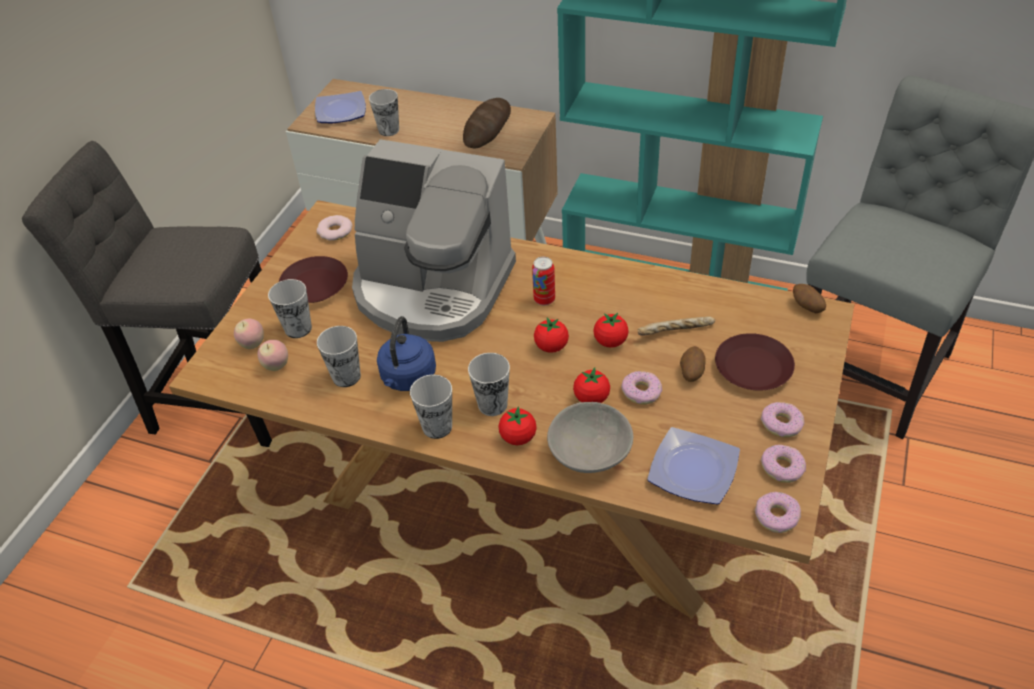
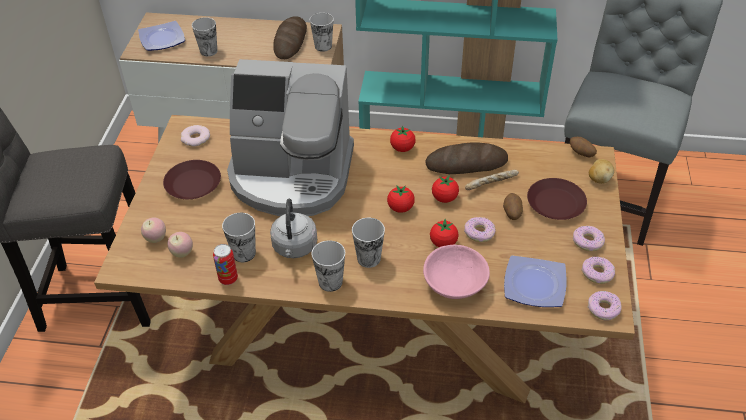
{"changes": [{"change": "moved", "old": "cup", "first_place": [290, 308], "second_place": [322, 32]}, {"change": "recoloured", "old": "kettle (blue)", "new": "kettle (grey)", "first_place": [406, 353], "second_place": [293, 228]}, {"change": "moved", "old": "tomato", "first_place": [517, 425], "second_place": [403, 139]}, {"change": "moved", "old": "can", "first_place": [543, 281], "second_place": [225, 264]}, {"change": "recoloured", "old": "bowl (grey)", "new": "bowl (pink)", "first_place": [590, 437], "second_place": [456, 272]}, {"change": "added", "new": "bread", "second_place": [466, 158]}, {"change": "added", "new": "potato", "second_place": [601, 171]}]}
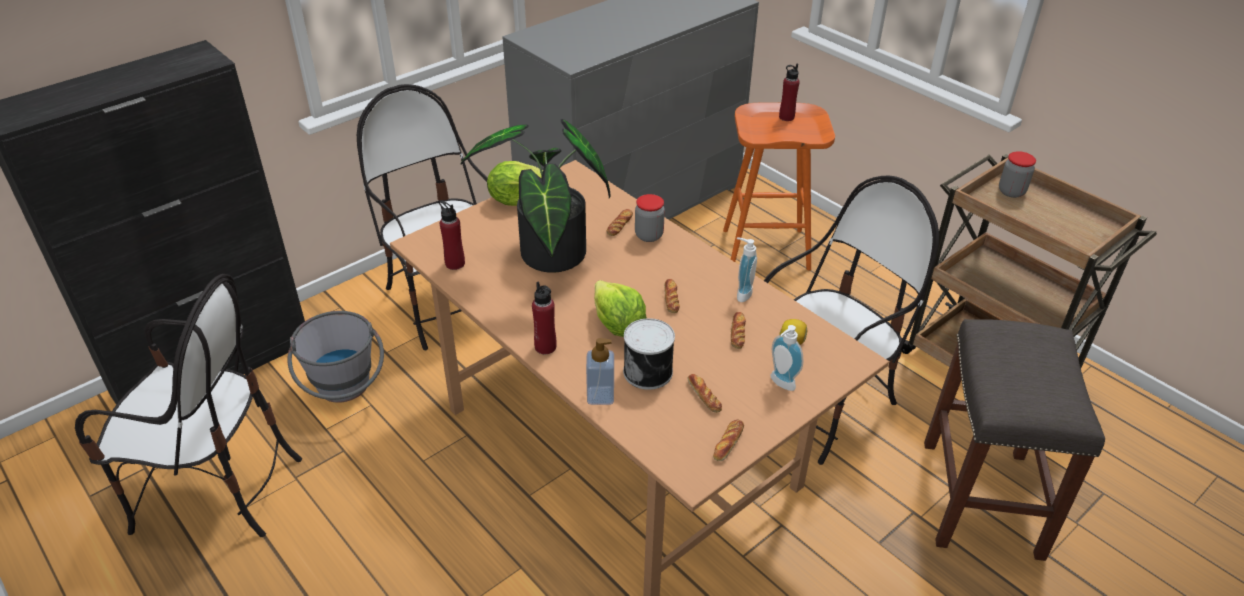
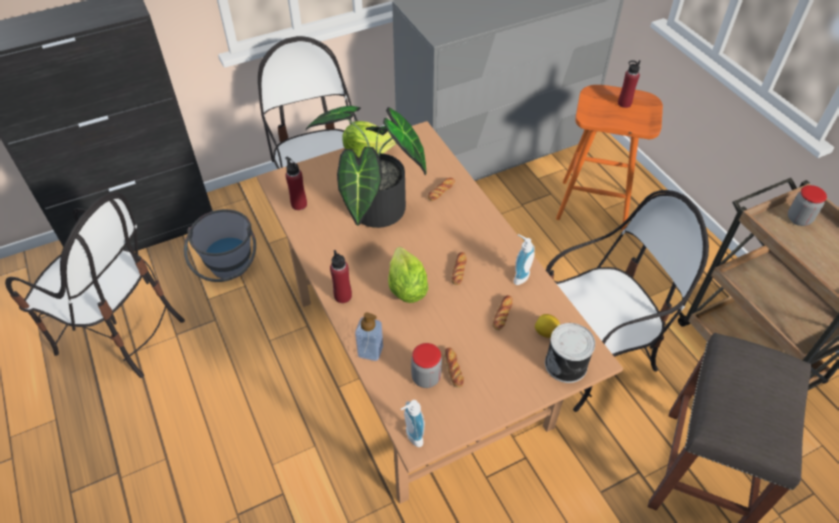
{"changes": [{"change": "moved", "old": "can", "first_place": [649, 354], "second_place": [570, 353]}, {"change": "moved", "old": "jar", "first_place": [650, 218], "second_place": [426, 365]}, {"change": "removed", "old": "bread", "first_place": [728, 440]}, {"change": "moved", "old": "soap dispenser", "first_place": [786, 358], "second_place": [413, 423]}]}
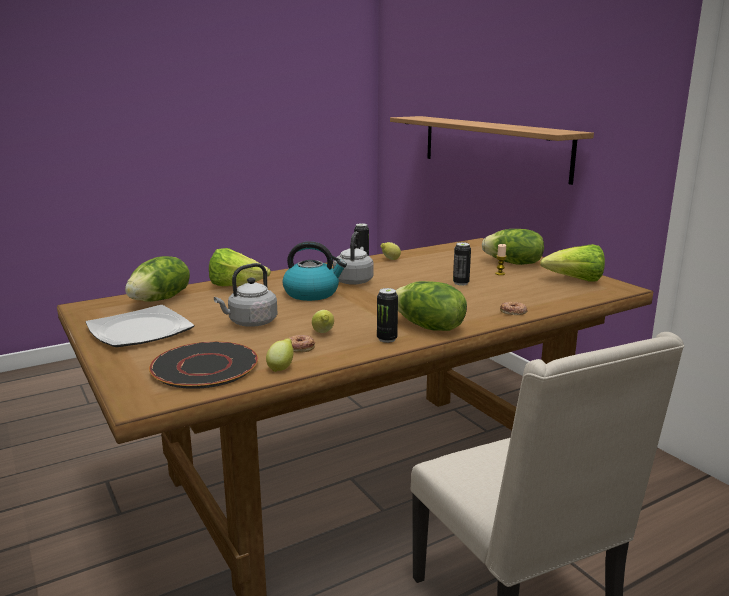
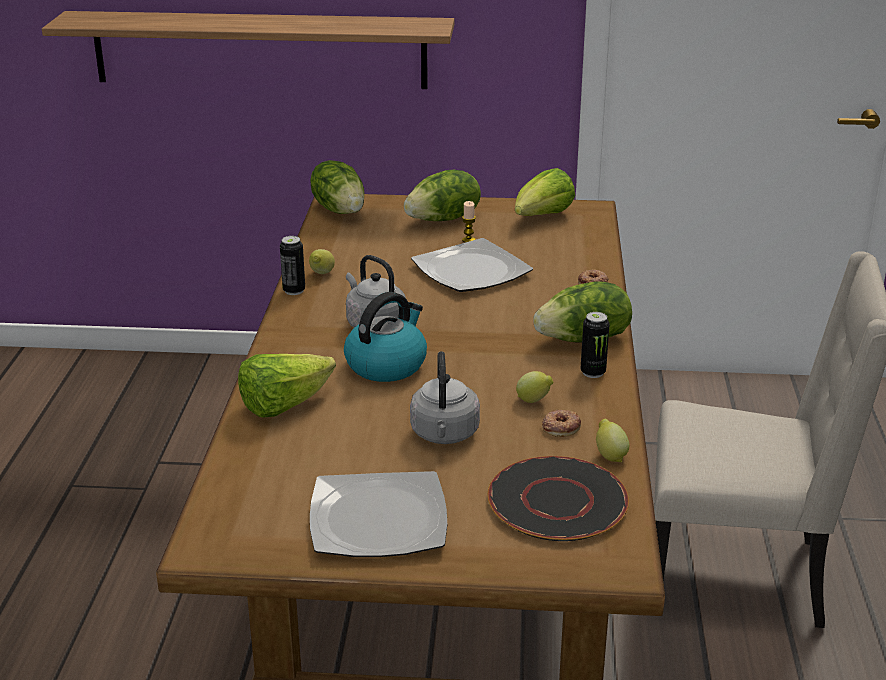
{"changes": [{"change": "moved", "old": "lettuce", "first_place": [157, 279], "second_place": [337, 187]}, {"change": "replaced", "old": "can", "new": "plate", "first_place": [462, 263], "second_place": [472, 265]}]}
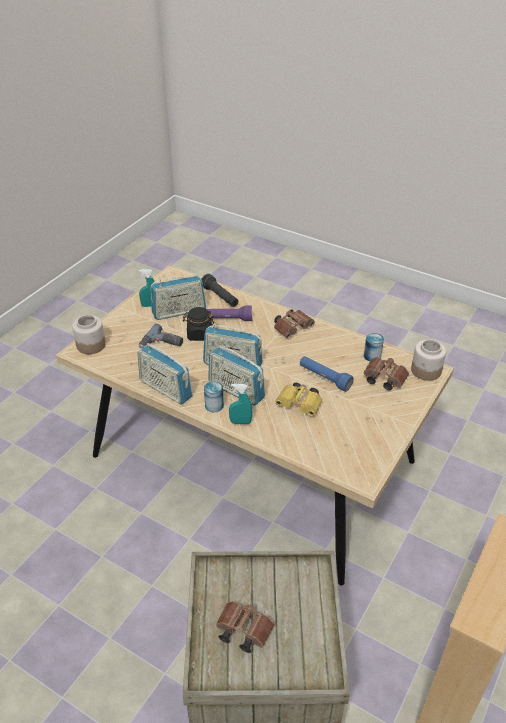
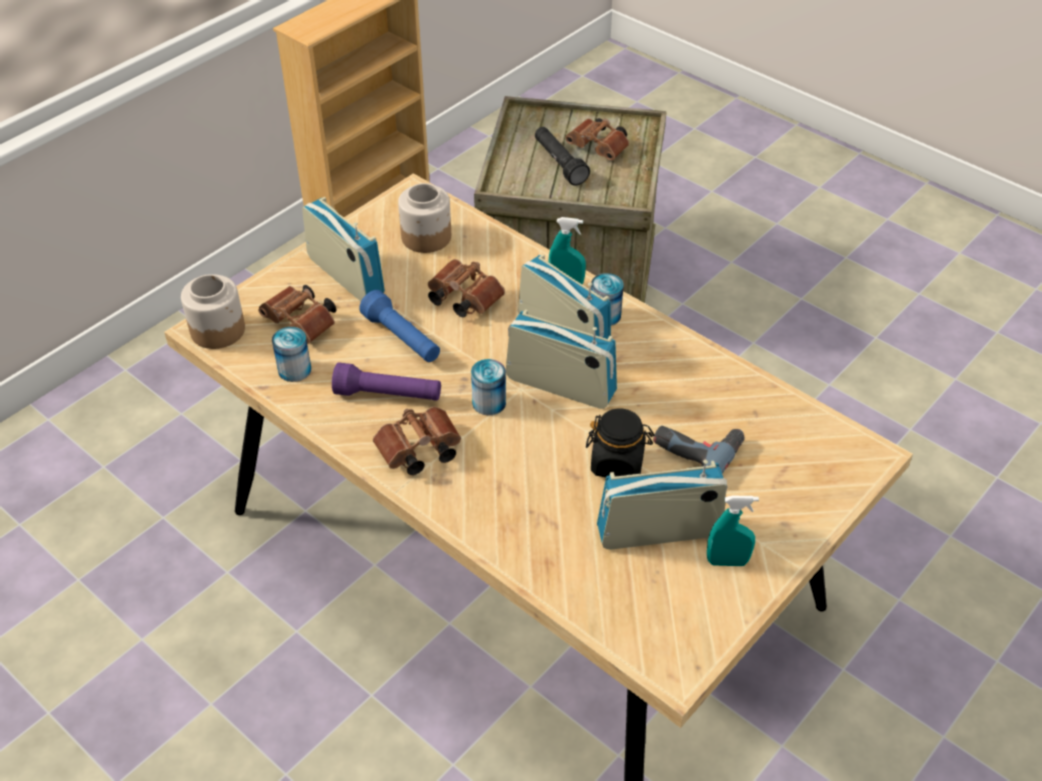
{"changes": [{"change": "moved", "old": "jar", "first_place": [89, 334], "second_place": [424, 218]}, {"change": "moved", "old": "radio", "first_place": [165, 374], "second_place": [343, 249]}, {"change": "moved", "old": "flashlight (black)", "first_place": [220, 290], "second_place": [562, 156]}, {"change": "moved", "old": "flashlight (purple)", "first_place": [229, 313], "second_place": [386, 381]}, {"change": "recoloured", "old": "binoculars (yellow)", "new": "binoculars (brown)", "first_place": [298, 399], "second_place": [466, 288]}, {"change": "added", "new": "can", "second_place": [488, 387]}]}
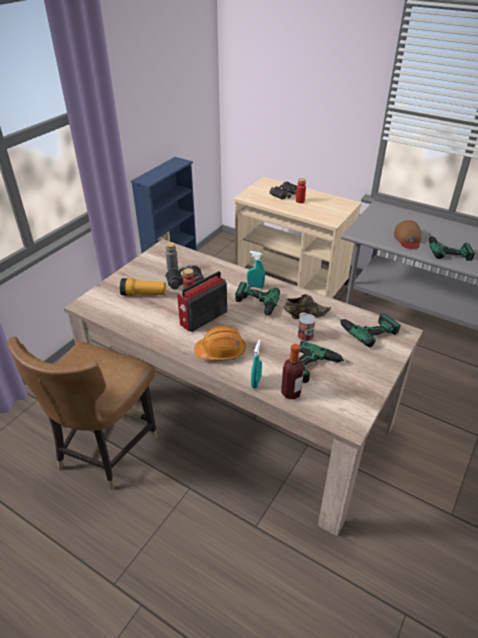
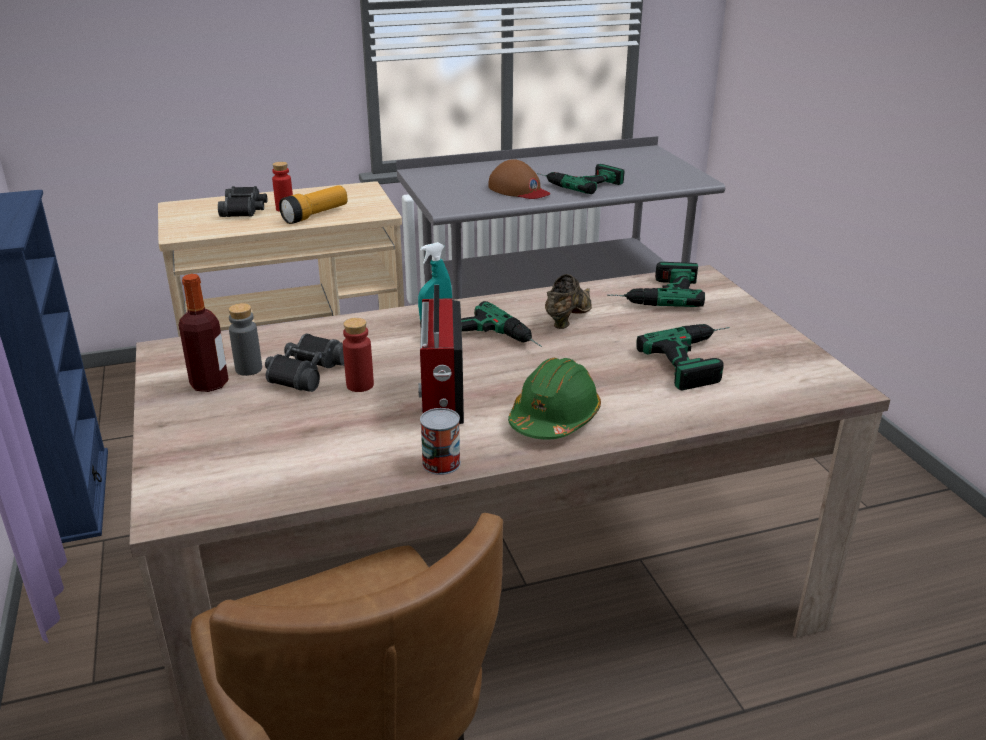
{"changes": [{"change": "moved", "old": "flashlight", "first_place": [143, 287], "second_place": [313, 204]}, {"change": "recoloured", "old": "hard hat (orange)", "new": "hard hat (green)", "first_place": [220, 343], "second_place": [554, 399]}, {"change": "removed", "old": "spray bottle (turquoise)", "first_place": [256, 364]}, {"change": "moved", "old": "bottle", "first_place": [292, 372], "second_place": [204, 333]}, {"change": "moved", "old": "can", "first_place": [307, 327], "second_place": [440, 441]}]}
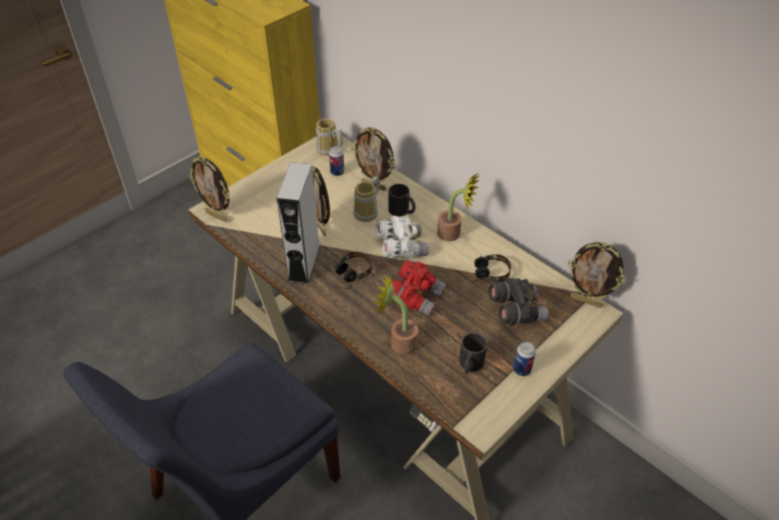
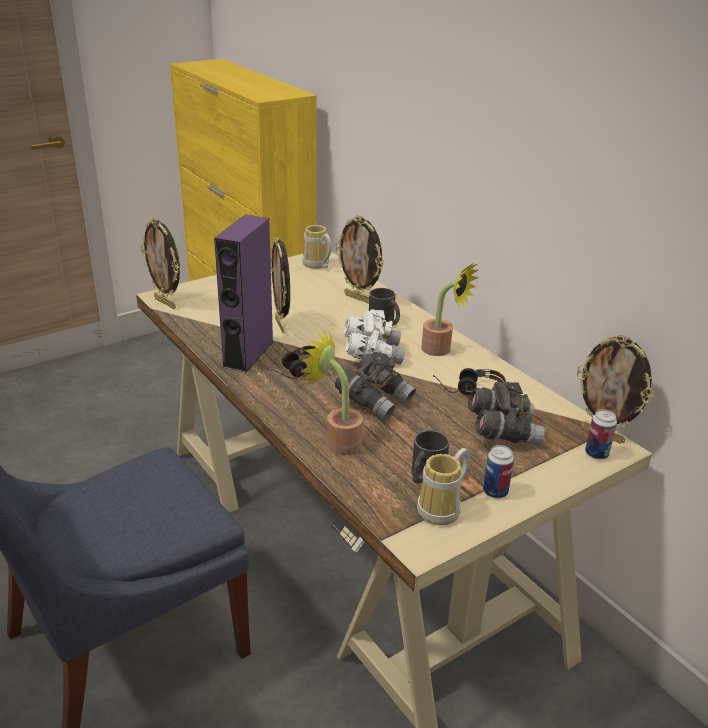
{"changes": [{"change": "recoloured", "old": "speaker (grey)", "new": "speaker (purple)", "first_place": [298, 223], "second_place": [244, 294]}, {"change": "moved", "old": "can", "first_place": [336, 161], "second_place": [601, 434]}, {"change": "moved", "old": "mug", "first_place": [366, 199], "second_place": [443, 486]}, {"change": "recoloured", "old": "binoculars (red)", "new": "binoculars (grey)", "first_place": [419, 288], "second_place": [375, 386]}]}
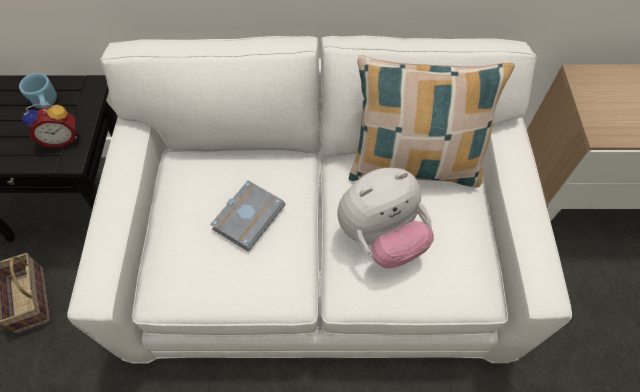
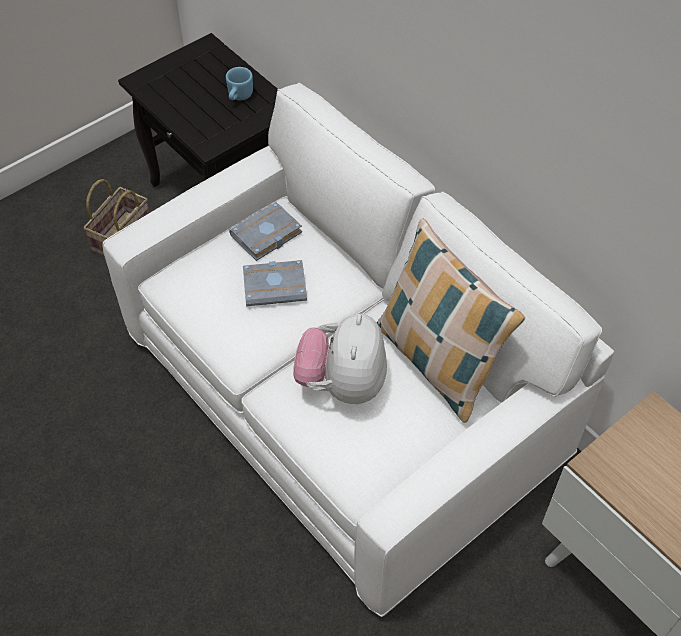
{"changes": [{"change": "removed", "old": "alarm clock", "first_place": [49, 126]}, {"change": "turned", "old": "plush toy", "first_place": [385, 218], "second_place": [340, 359], "degrees": 75}, {"change": "added", "new": "book (grey)", "second_place": [265, 231]}]}
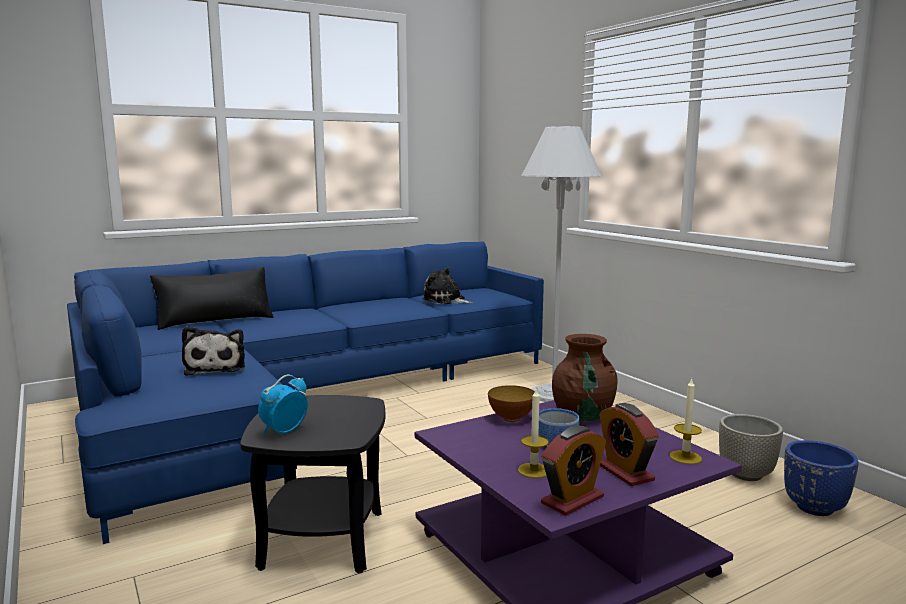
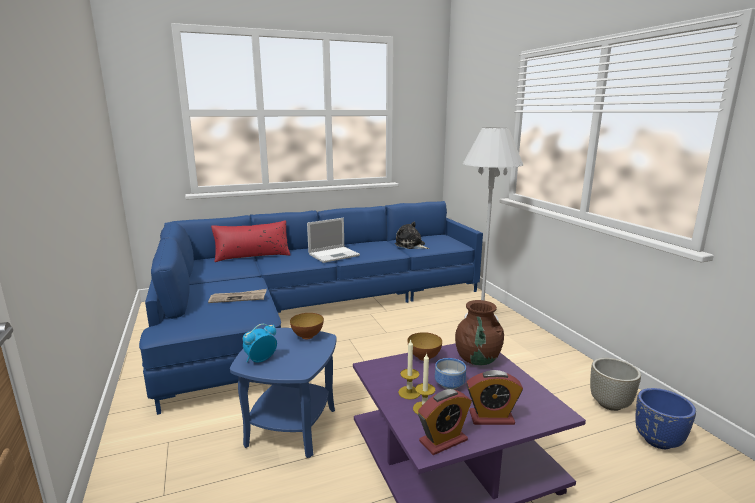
{"changes": [{"change": "recoloured", "old": "pillow (black)", "new": "pillow (red)", "first_place": [211, 298], "second_place": [250, 241]}, {"change": "replaced", "old": "plush toy", "new": "newspaper", "first_place": [213, 351], "second_place": [237, 296]}, {"change": "recoloured", "old": "side table (black)", "new": "side table (blue)", "first_place": [312, 484], "second_place": [283, 393]}, {"change": "turned", "old": "alarm clock", "first_place": [629, 444], "second_place": [494, 397], "degrees": -75}, {"change": "moved", "old": "candle", "first_place": [685, 421], "second_place": [409, 370]}, {"change": "added", "new": "bowl", "second_place": [307, 326]}, {"change": "added", "new": "laptop", "second_place": [333, 240]}]}
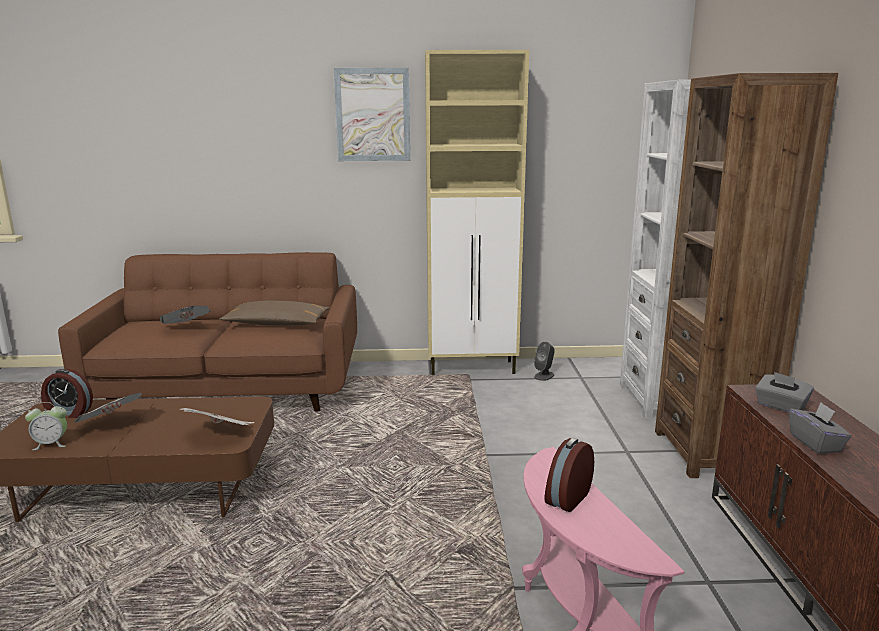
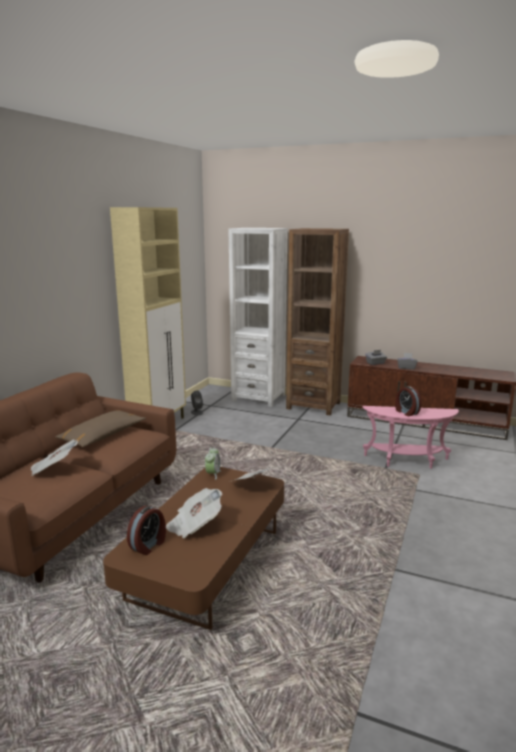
{"changes": [{"change": "moved", "old": "alarm clock", "first_place": [46, 426], "second_place": [213, 463]}, {"change": "removed", "old": "picture", "first_place": [372, 114]}]}
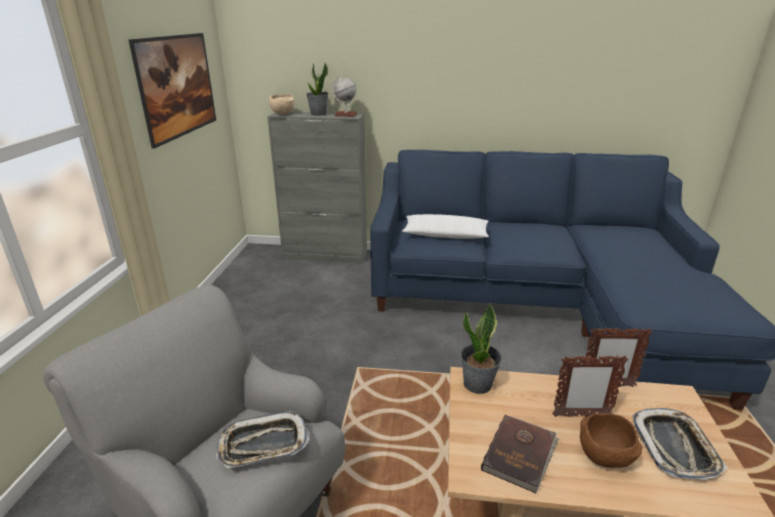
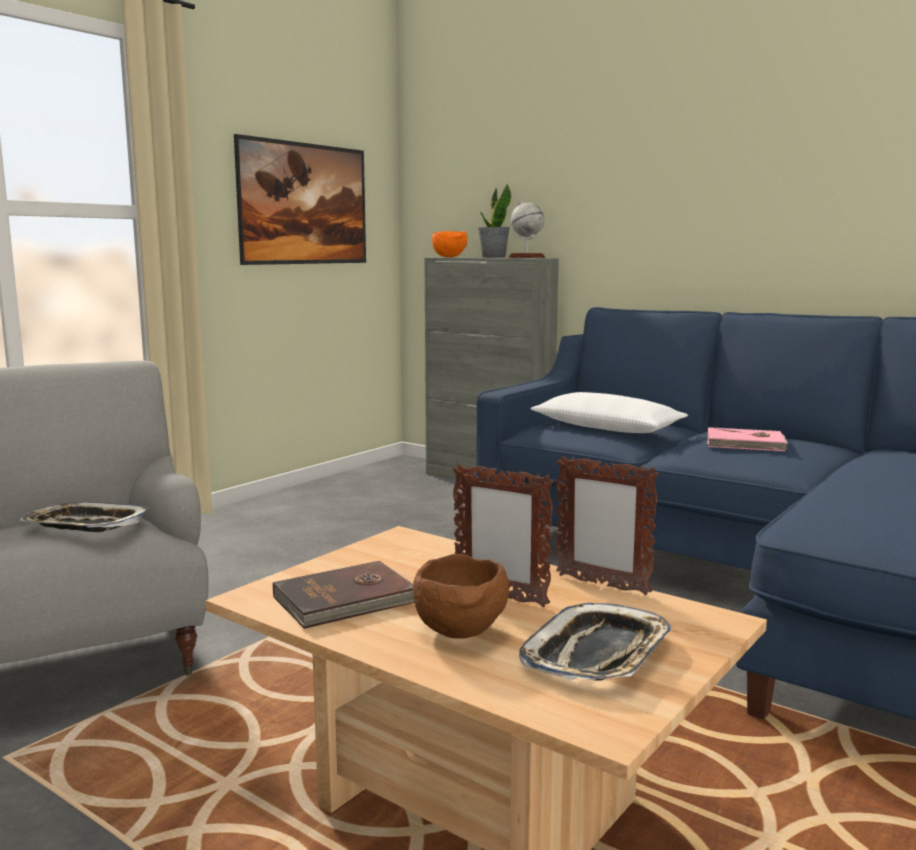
{"changes": [{"change": "recoloured", "old": "bowl (beige)", "new": "bowl (orange)", "first_place": [282, 104], "second_place": [449, 244]}, {"change": "removed", "old": "potted plant", "first_place": [481, 348]}, {"change": "added", "new": "book (pink)", "second_place": [747, 439]}]}
